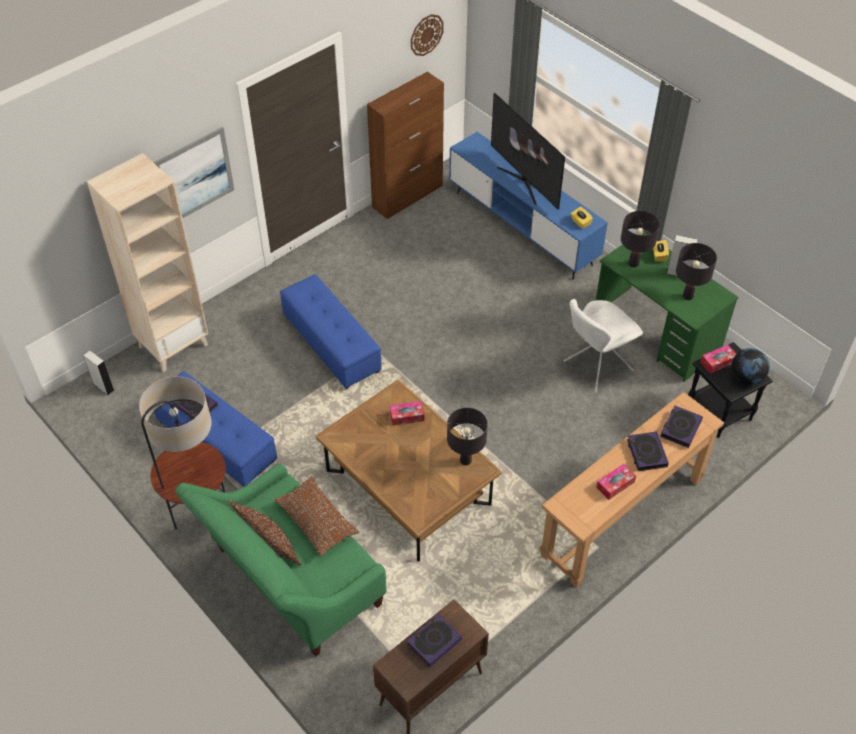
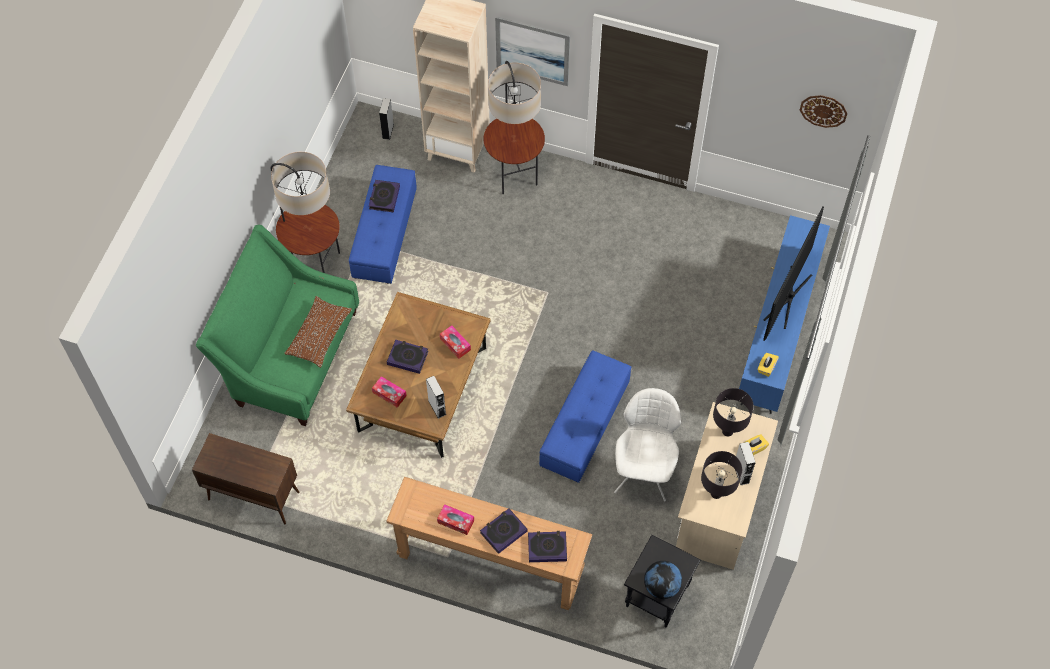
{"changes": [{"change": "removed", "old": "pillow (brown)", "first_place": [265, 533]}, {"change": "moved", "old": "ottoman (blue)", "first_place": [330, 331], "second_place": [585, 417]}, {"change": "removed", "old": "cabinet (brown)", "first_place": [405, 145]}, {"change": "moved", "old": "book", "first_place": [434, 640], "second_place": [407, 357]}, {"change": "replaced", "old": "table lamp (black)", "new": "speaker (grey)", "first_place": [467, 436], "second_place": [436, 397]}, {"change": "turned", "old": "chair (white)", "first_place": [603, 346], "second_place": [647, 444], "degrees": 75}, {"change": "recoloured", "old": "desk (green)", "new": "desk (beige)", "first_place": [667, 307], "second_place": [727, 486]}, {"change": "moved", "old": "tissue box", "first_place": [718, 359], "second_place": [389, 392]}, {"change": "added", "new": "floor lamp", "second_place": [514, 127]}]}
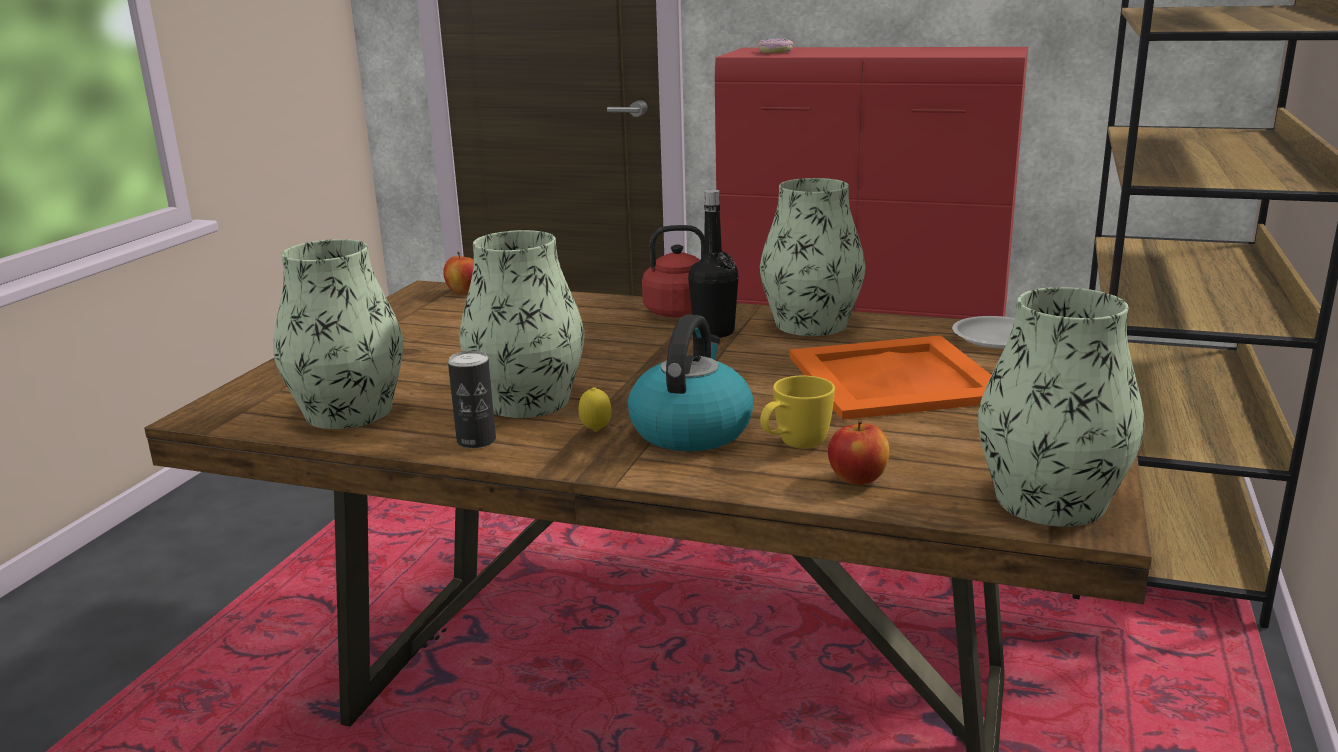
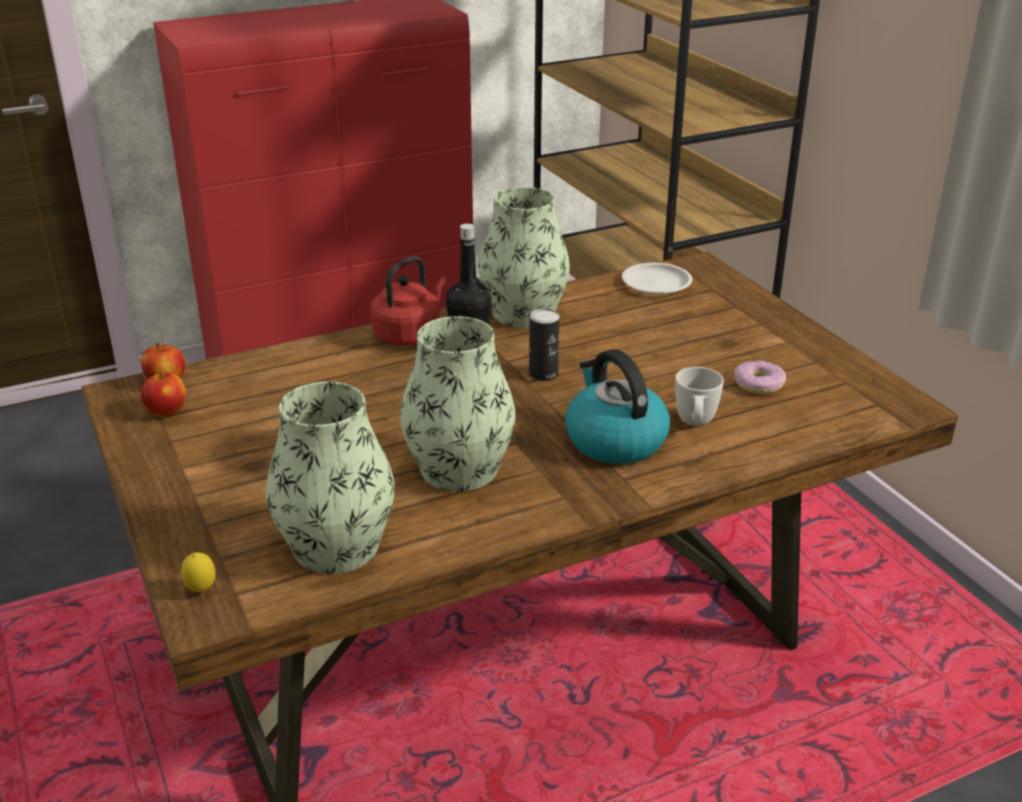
{"changes": [{"change": "moved", "old": "can", "first_place": [472, 399], "second_place": [544, 344]}, {"change": "moved", "old": "lemon", "first_place": [595, 409], "second_place": [198, 572]}, {"change": "moved", "old": "donut", "first_place": [775, 45], "second_place": [760, 377]}, {"change": "recoloured", "old": "mug (yellow)", "new": "mug (white)", "first_place": [797, 412], "second_place": [699, 396]}, {"change": "removed", "old": "tray (orange)", "first_place": [890, 377]}, {"change": "moved", "old": "apple", "first_place": [858, 452], "second_place": [163, 394]}, {"change": "removed", "old": "vase", "first_place": [1061, 407]}]}
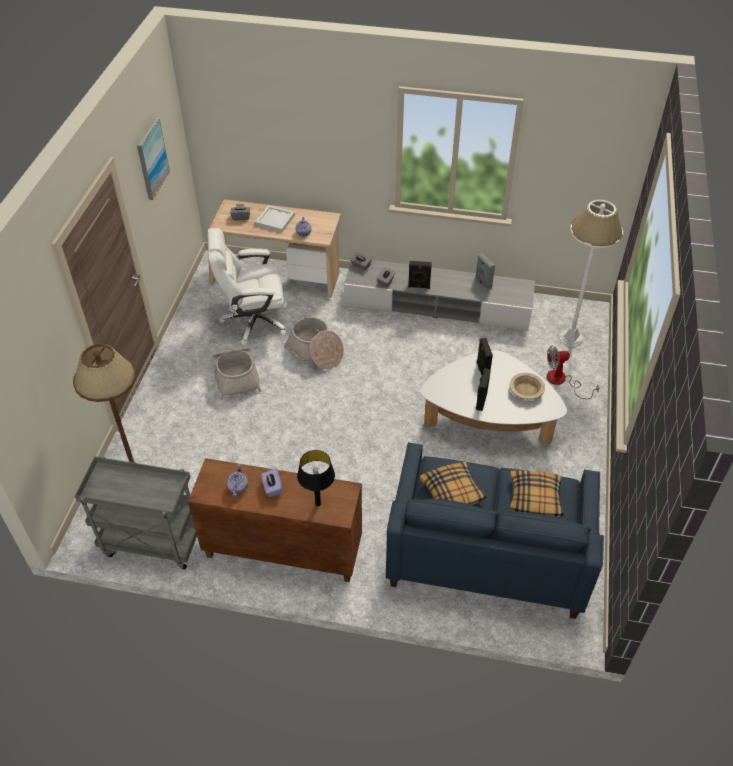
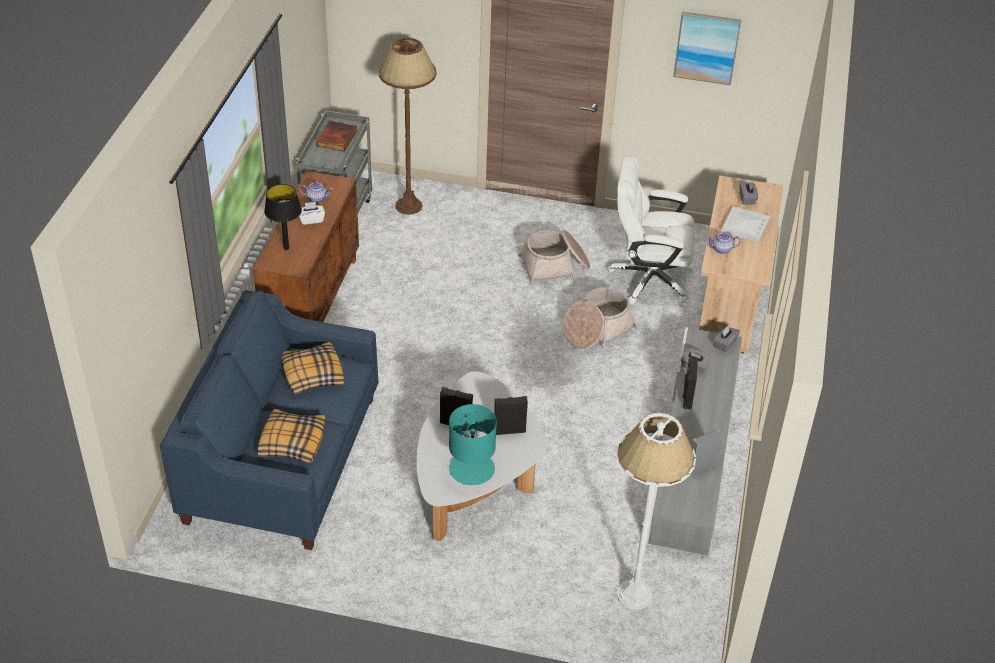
{"changes": [{"change": "turned", "old": "office chair (white)", "first_place": [248, 286], "second_place": [651, 229], "degrees": -75}, {"change": "recoloured", "old": "tissue box (purple)", "new": "tissue box (white)", "first_place": [272, 482], "second_place": [312, 213]}, {"change": "replaced", "old": "bowl (beige)", "new": "table lamp (turquoise)", "first_place": [527, 386], "second_place": [473, 444]}, {"change": "removed", "old": "fan", "first_place": [573, 372]}, {"change": "added", "new": "book", "second_place": [336, 136]}]}
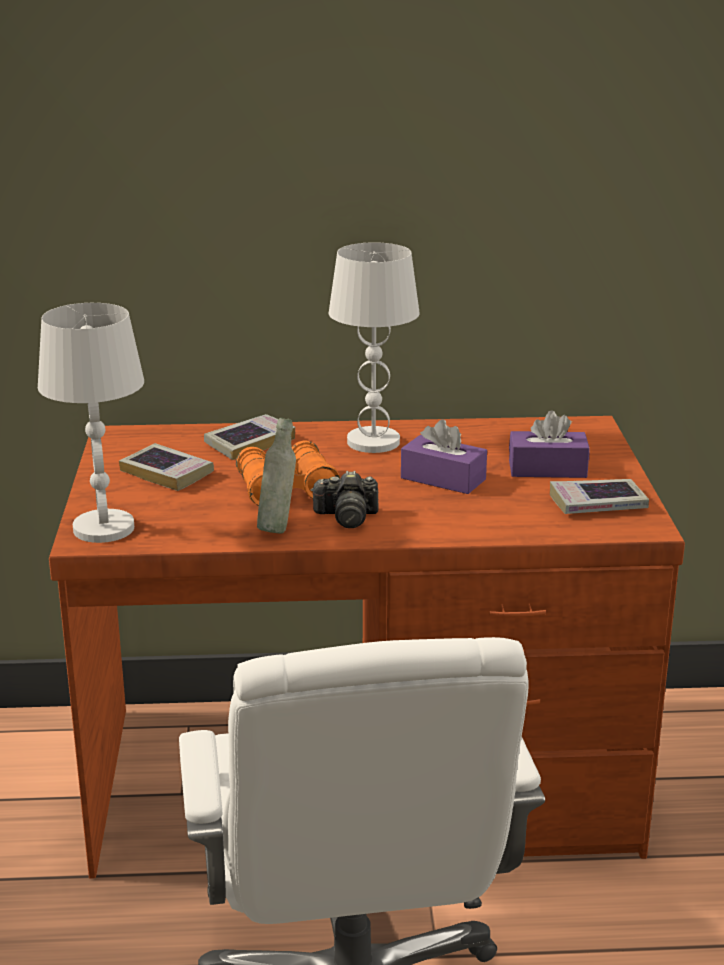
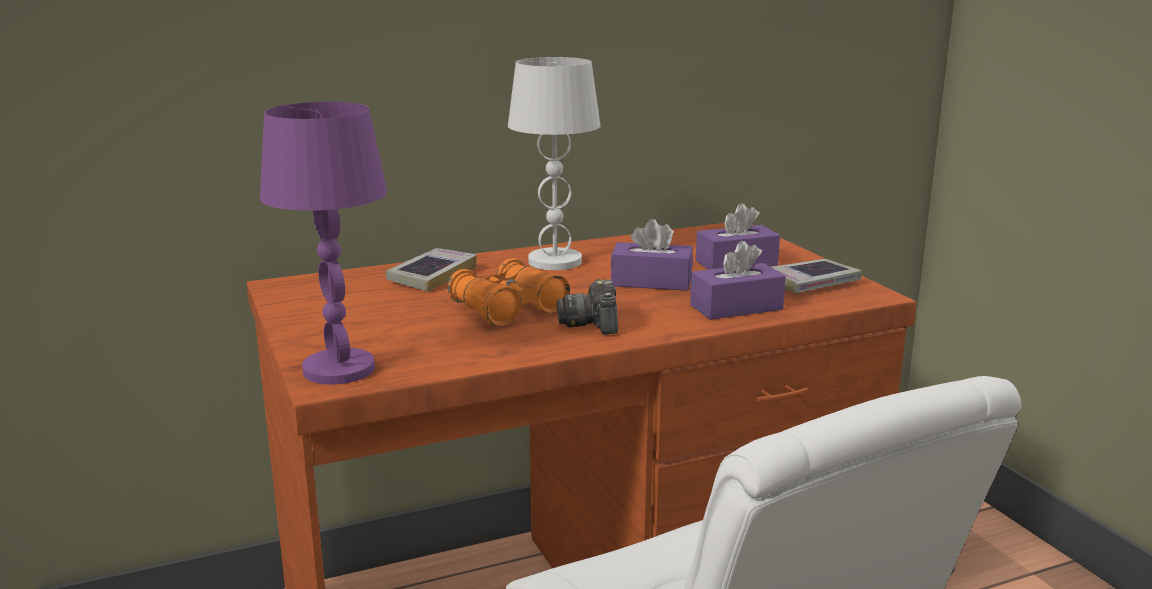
{"changes": [{"change": "recoloured", "old": "table lamp (white)", "new": "table lamp (purple)", "first_place": [91, 423], "second_place": [323, 243]}, {"change": "removed", "old": "book", "first_place": [166, 467]}, {"change": "removed", "old": "bottle (grey)", "first_place": [276, 476]}, {"change": "turned", "old": "photo camera", "first_place": [345, 499], "second_place": [587, 307], "degrees": 105}, {"change": "added", "new": "tissue box (purple)", "second_place": [738, 280]}]}
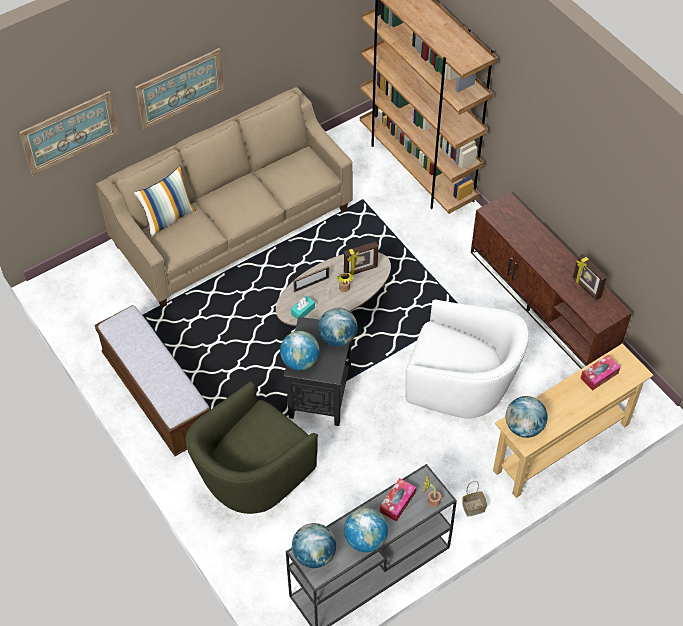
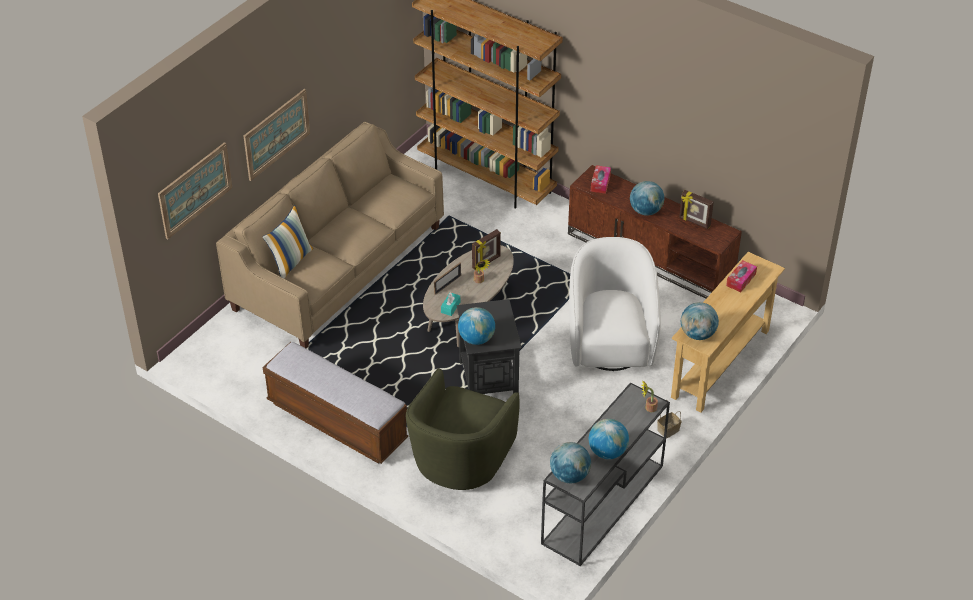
{"changes": [{"change": "moved", "old": "globe", "first_place": [338, 327], "second_place": [647, 198]}, {"change": "moved", "old": "tissue box", "first_place": [398, 500], "second_place": [601, 179]}, {"change": "turned", "old": "armchair (white)", "first_place": [467, 359], "second_place": [615, 304], "degrees": -90}]}
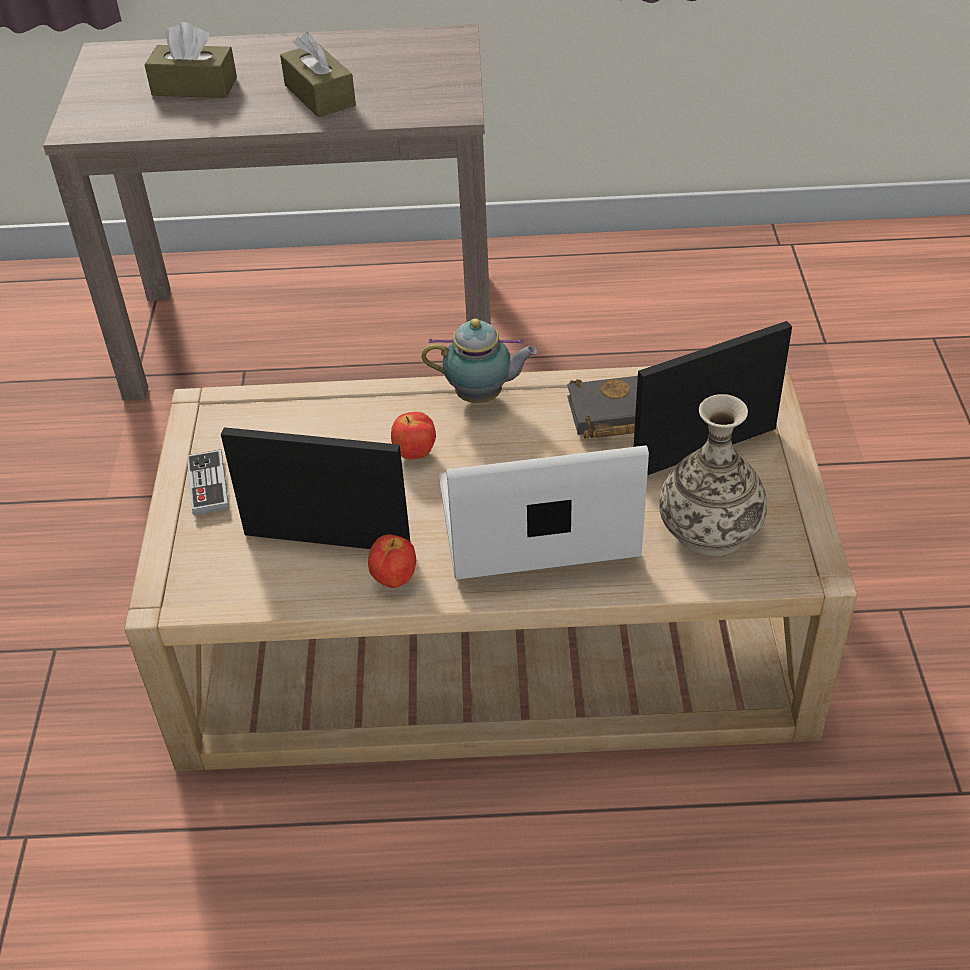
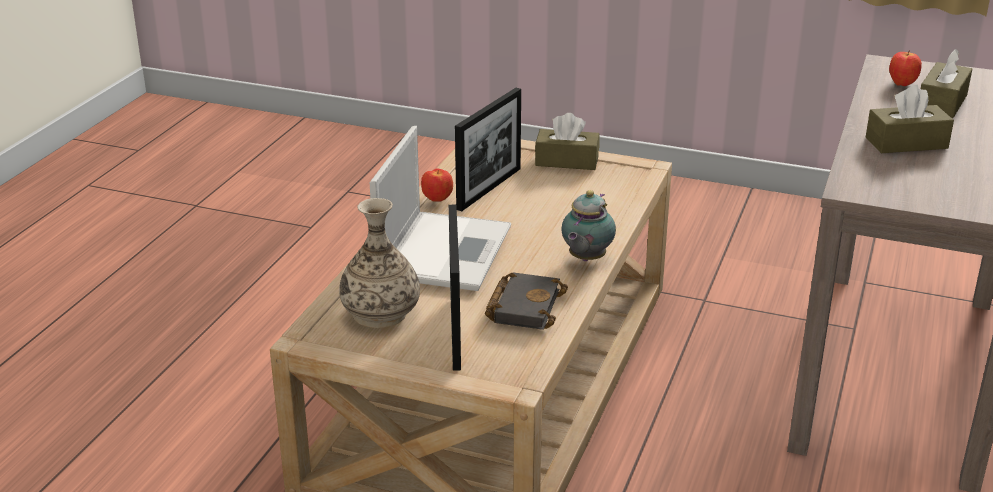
{"changes": [{"change": "replaced", "old": "game controller", "new": "tissue box (brown)", "first_place": [208, 482], "second_place": [567, 141]}, {"change": "moved", "old": "apple", "first_place": [413, 436], "second_place": [905, 68]}]}
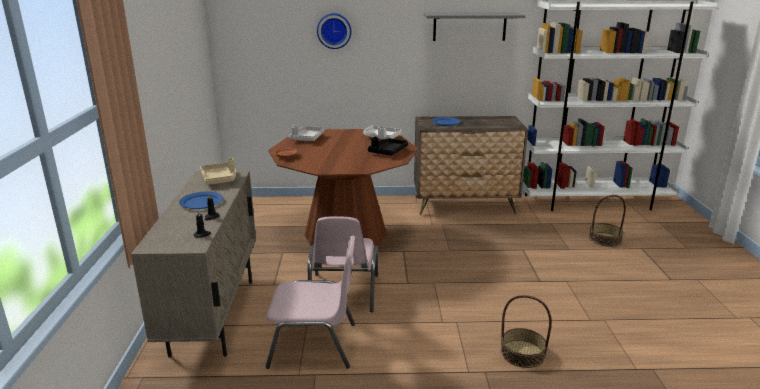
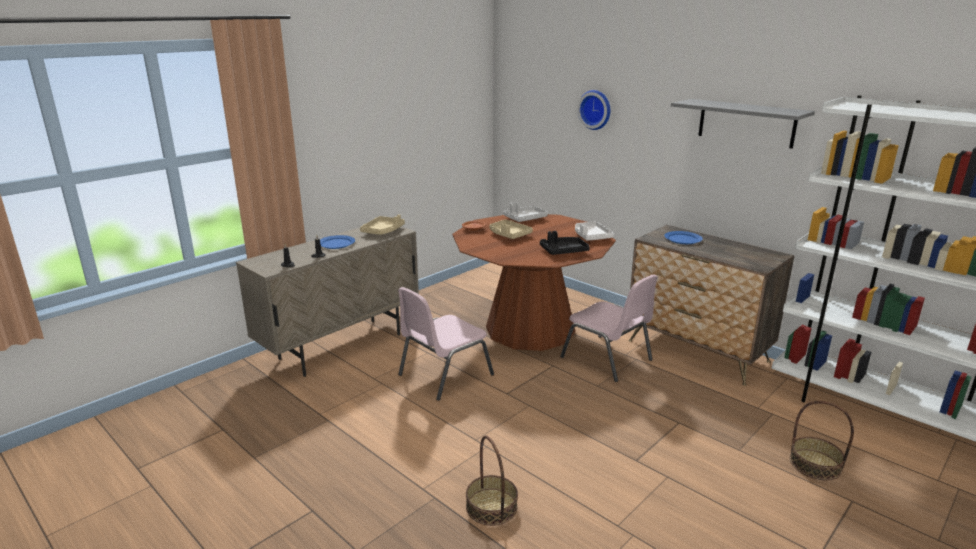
{"changes": [{"change": "moved", "old": "chair (pink)", "first_place": [310, 302], "second_place": [609, 328]}, {"change": "added", "new": "tray (beige)", "second_place": [511, 229]}]}
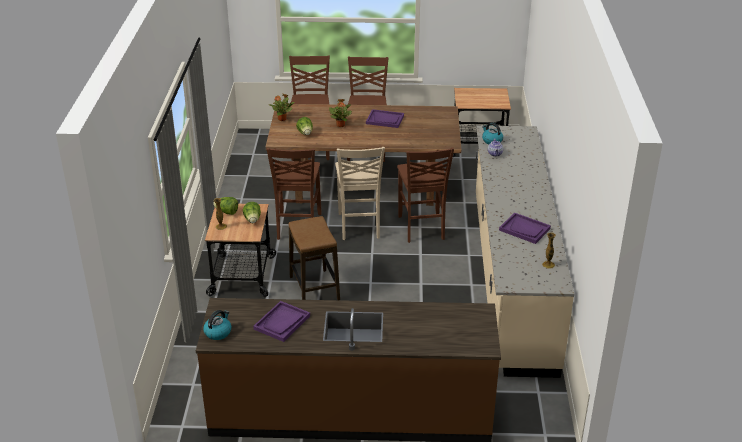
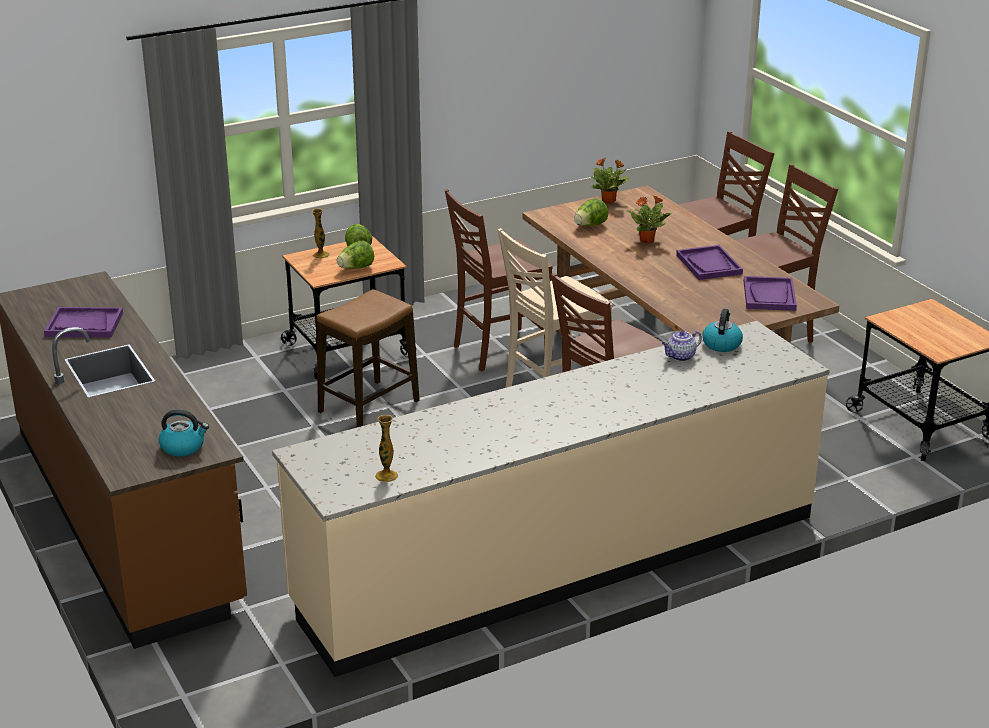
{"changes": [{"change": "moved", "old": "kettle", "first_place": [217, 325], "second_place": [183, 433]}, {"change": "moved", "old": "tray (purple)", "first_place": [525, 228], "second_place": [770, 293]}]}
